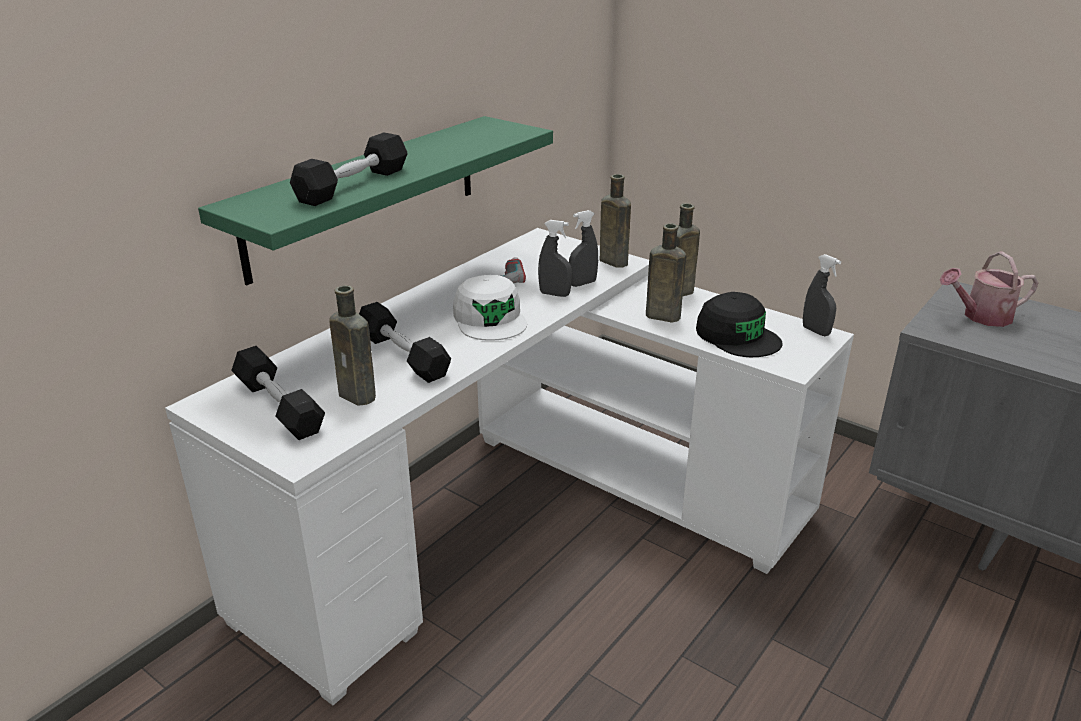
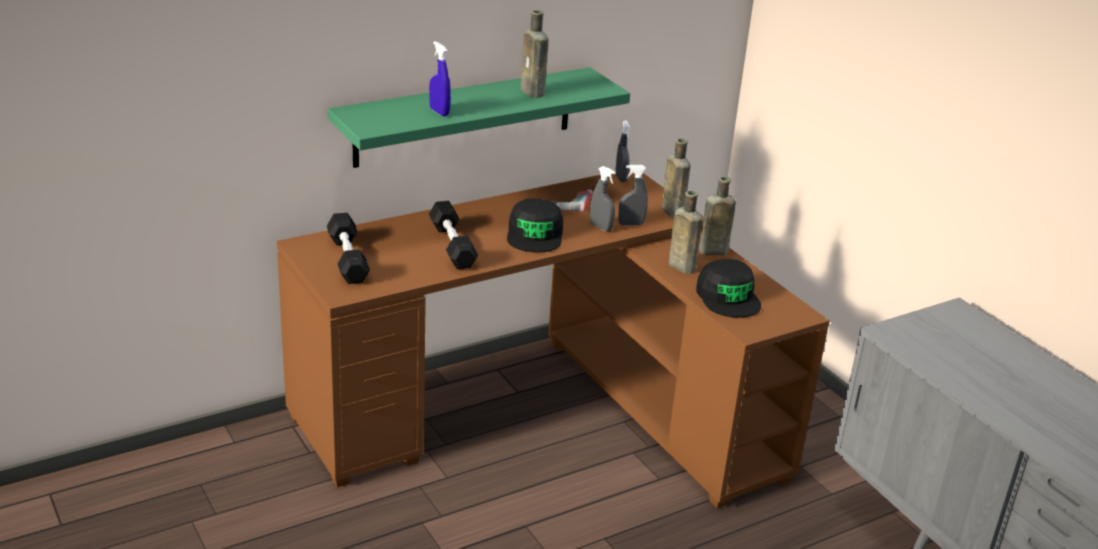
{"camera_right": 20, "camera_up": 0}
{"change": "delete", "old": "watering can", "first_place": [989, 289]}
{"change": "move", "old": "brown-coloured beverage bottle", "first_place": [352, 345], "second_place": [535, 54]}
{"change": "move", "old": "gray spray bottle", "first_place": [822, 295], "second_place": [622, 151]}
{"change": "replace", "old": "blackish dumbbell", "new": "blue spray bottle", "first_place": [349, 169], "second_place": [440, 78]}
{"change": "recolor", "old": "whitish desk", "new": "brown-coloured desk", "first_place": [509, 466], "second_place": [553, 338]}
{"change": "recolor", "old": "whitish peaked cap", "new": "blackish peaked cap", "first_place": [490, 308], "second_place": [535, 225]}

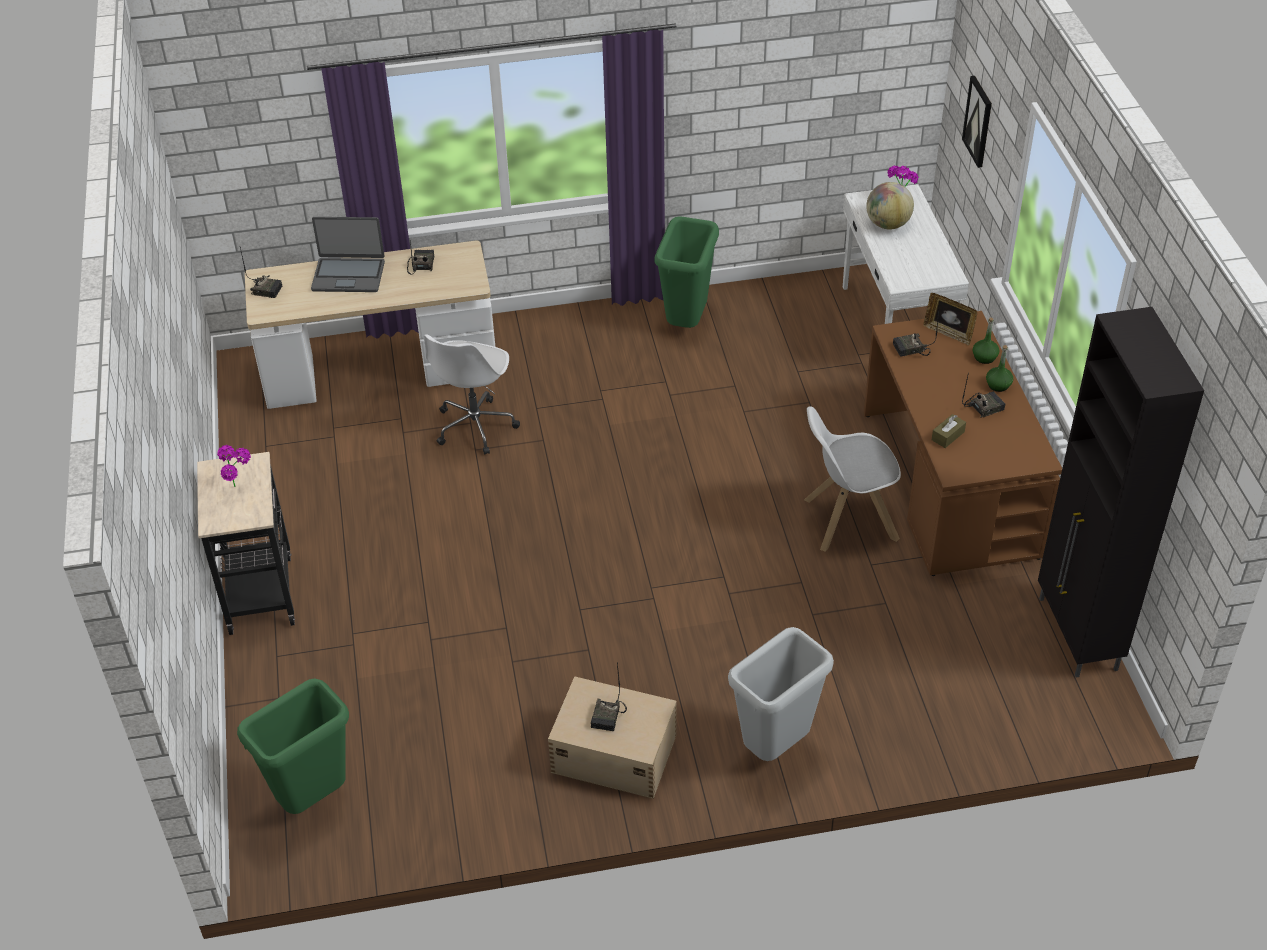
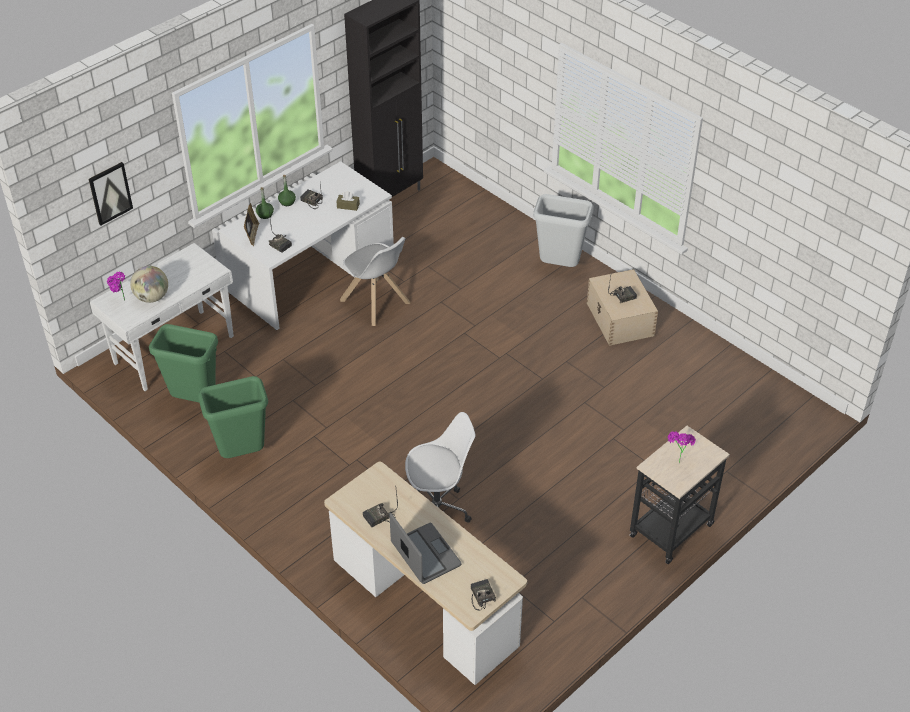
{"camera_right": -125, "camera_up": 0}
{"change": "move", "old": "green rubbish bin", "first_place": [293, 746], "second_place": [183, 363]}
{"change": "recolor", "old": "brown-coloured desk", "new": "whitish desk", "first_place": [963, 443], "second_place": [306, 245]}

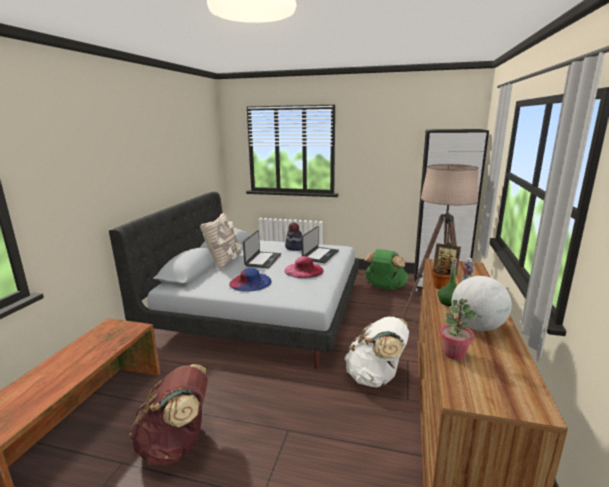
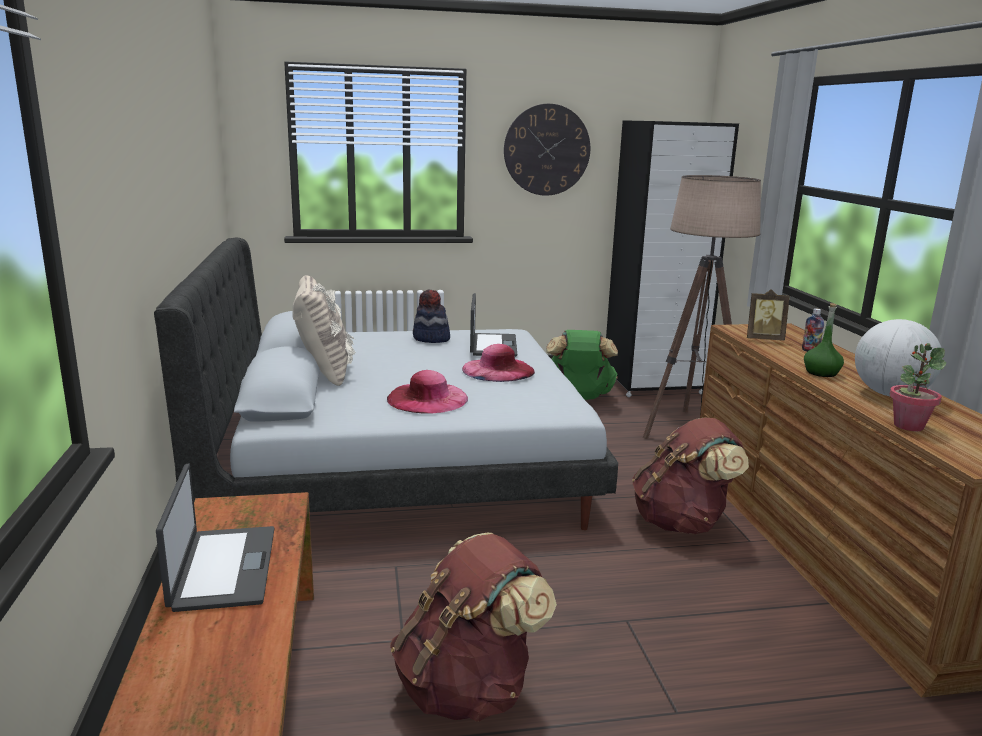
{"camera_right": -25, "camera_up": 0}
{"change": "delete", "old": "houseplant", "first_place": [444, 269]}
{"change": "insert", "new": "wall clock", "second_place": [547, 150]}
{"change": "move", "old": "portable computer", "first_place": [262, 249], "second_place": [215, 537]}
{"change": "recolor", "old": "blue clothing hat", "new": "pinkish clothing hat", "first_place": [250, 280], "second_place": [427, 392]}
{"change": "recolor", "old": "whitish backpack", "new": "brown-coloured backpack", "first_place": [376, 352], "second_place": [690, 475]}

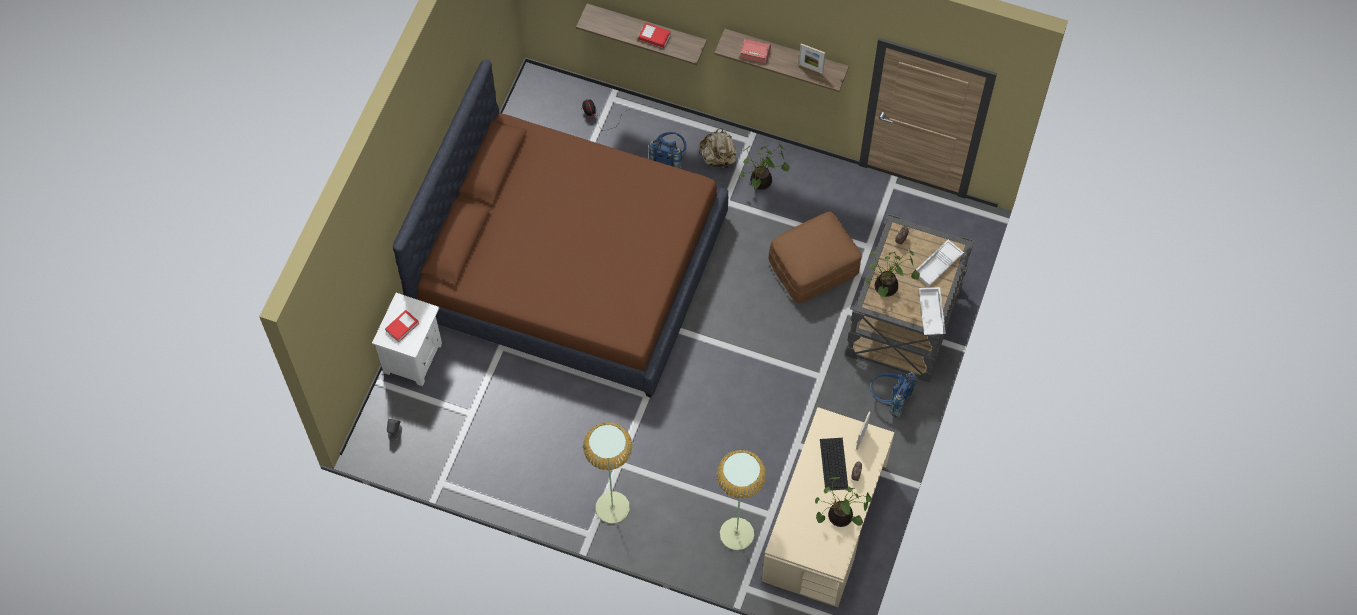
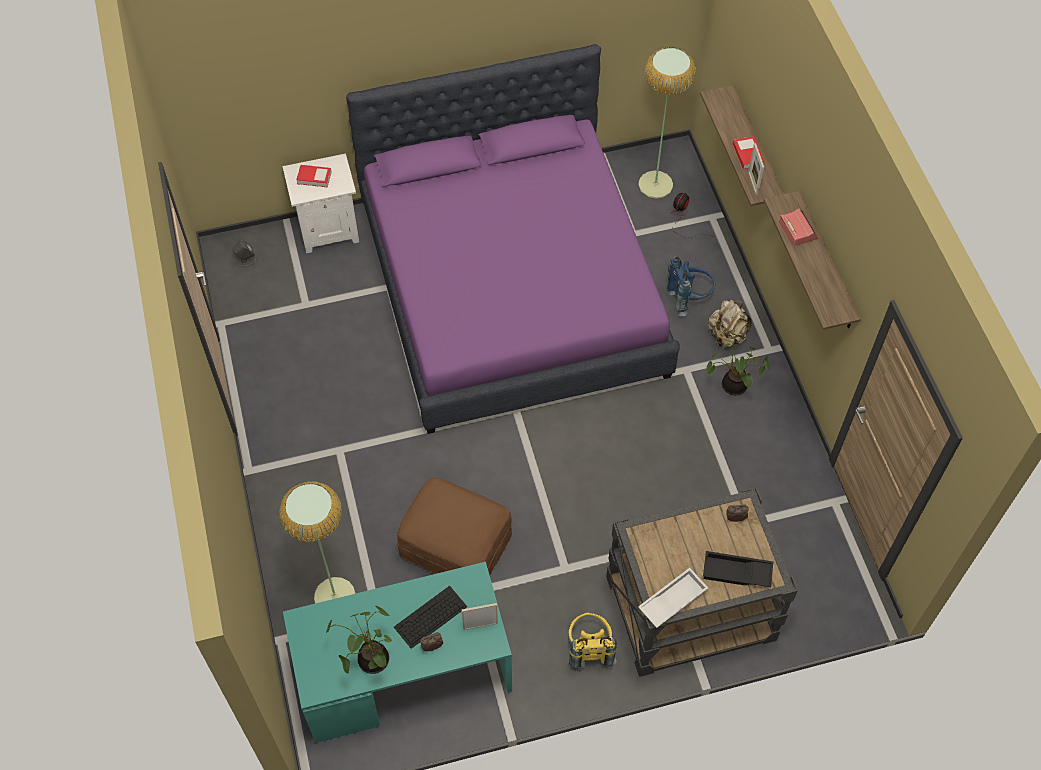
{"camera_right": 55, "camera_up": -5}
{"change": "delete", "old": "houseplant", "first_place": [892, 273]}
{"change": "move", "old": "standard lamp", "first_place": [607, 473], "second_place": [667, 123]}
{"change": "move", "old": "brown-coloured ottoman", "first_place": [815, 258], "second_place": [454, 526]}
{"change": "move", "old": "picture frame", "first_place": [812, 58], "second_place": [756, 169]}
{"change": "recolor", "old": "brown-coloured sleeping bed", "new": "purplish sleeping bed", "first_place": [560, 228], "second_place": [513, 239]}
{"change": "recolor", "old": "beige desk", "new": "blue-green desk", "first_place": [828, 507], "second_place": [397, 652]}
{"change": "recolor", "old": "blue backpack", "new": "yellowish backpack", "first_place": [893, 394], "second_place": [592, 642]}
{"change": "recolor", "old": "whitish tray", "new": "blackish tray", "first_place": [940, 263], "second_place": [738, 569]}

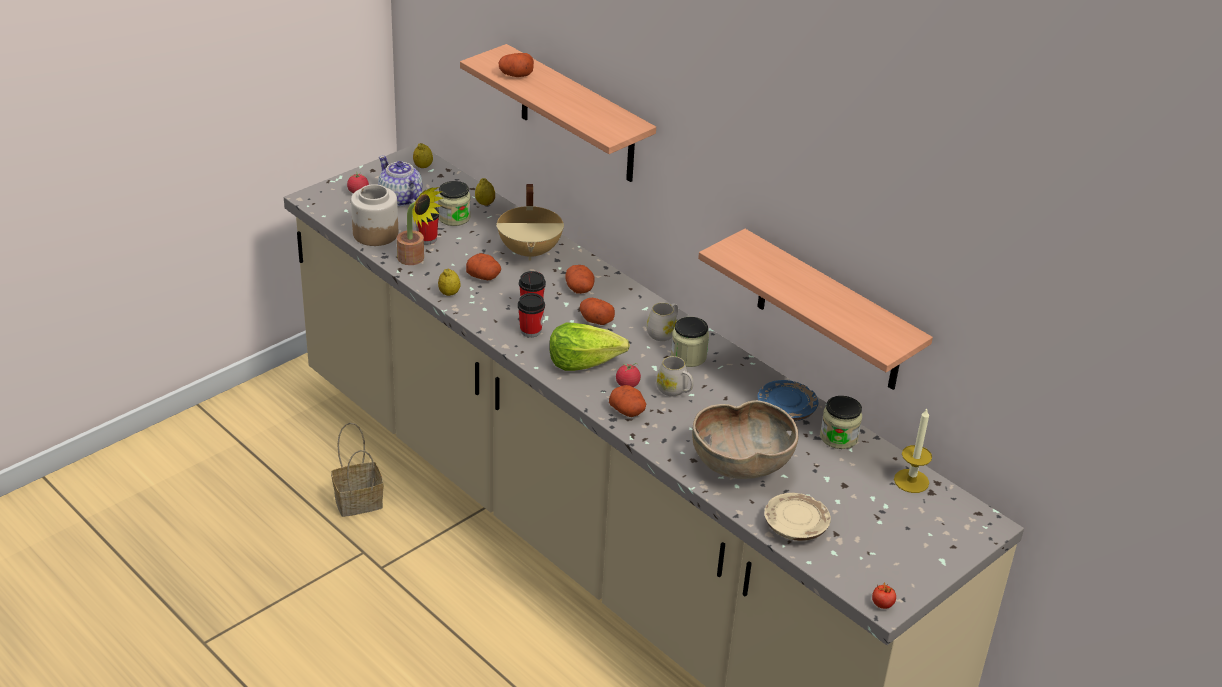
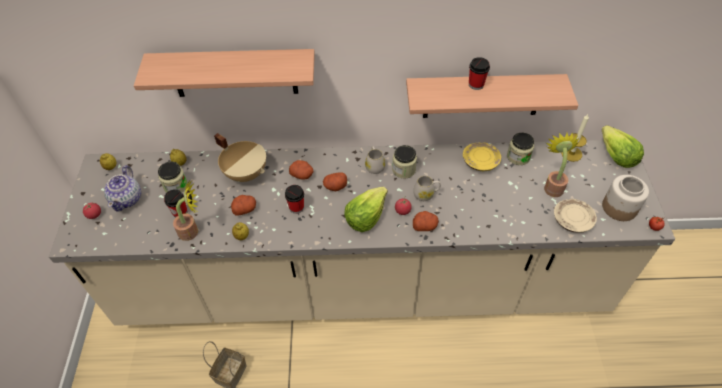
{"camera_right": -45, "camera_up": 15}
{"change": "delete", "old": "spud", "first_place": [516, 65]}
{"change": "delete", "old": "brown-coloured deep dish", "first_place": [745, 439]}
{"change": "insert", "new": "houseplant", "second_place": [562, 165]}
{"change": "insert", "new": "head of lettuce", "second_place": [623, 146]}
{"change": "move", "old": "jar", "first_place": [374, 215], "second_place": [625, 198]}
{"change": "move", "old": "small cup", "first_place": [531, 315], "second_place": [479, 73]}
{"change": "recolor", "old": "blue flat dish", "new": "yellowish flat dish", "first_place": [787, 400], "second_place": [482, 156]}
{"change": "rotate", "old": "teapot", "first_place": [400, 181], "second_place": [122, 189], "degrees": -90}

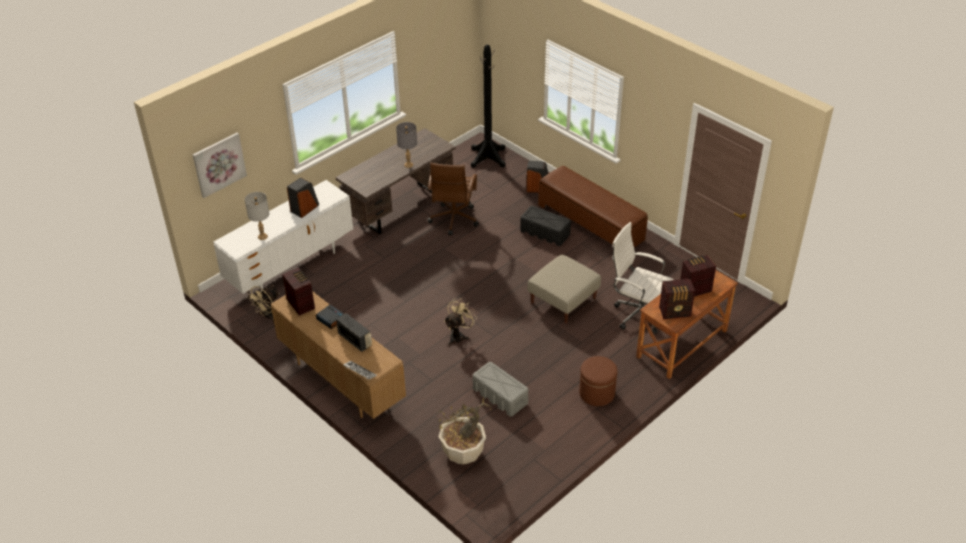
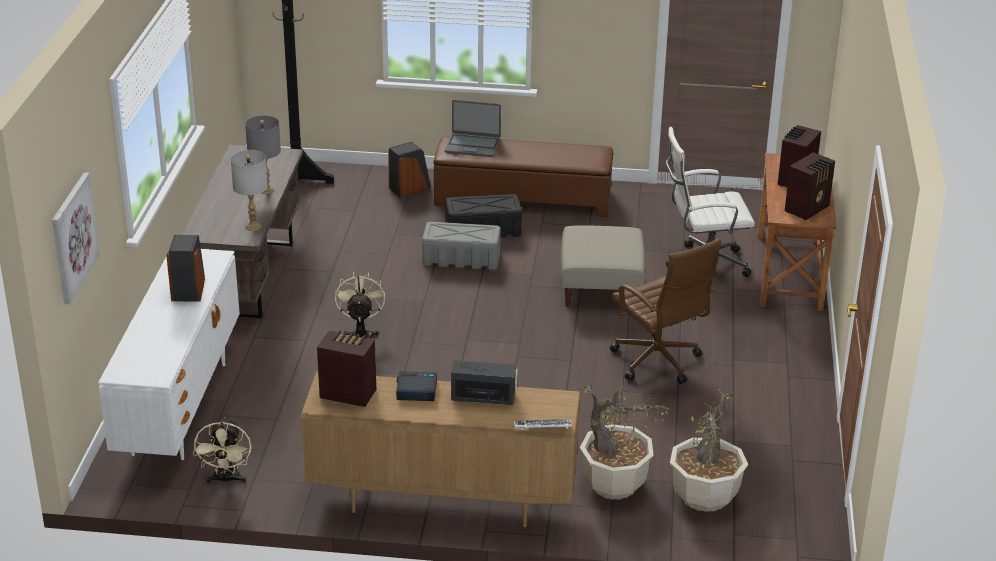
{"camera_right": -40, "camera_up": -10}
{"change": "delete", "old": "brown-coloured ottoman", "first_place": [598, 381]}
{"change": "insert", "new": "portable computer", "second_place": [473, 128]}
{"change": "insert", "new": "houseplant", "second_place": [625, 442]}
{"change": "move", "old": "gray table lamp", "first_place": [257, 216], "second_place": [249, 190]}
{"change": "move", "old": "brown-coloured desk chair", "first_place": [453, 199], "second_place": [665, 311]}
{"change": "move", "old": "beige fan", "first_place": [460, 322], "second_place": [360, 305]}
{"change": "move", "old": "gray storage box", "first_place": [500, 389], "second_place": [461, 246]}

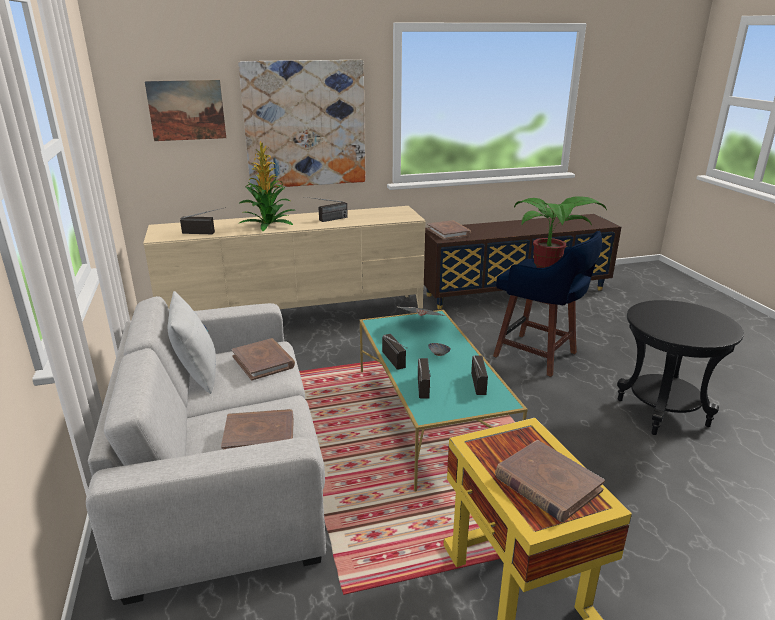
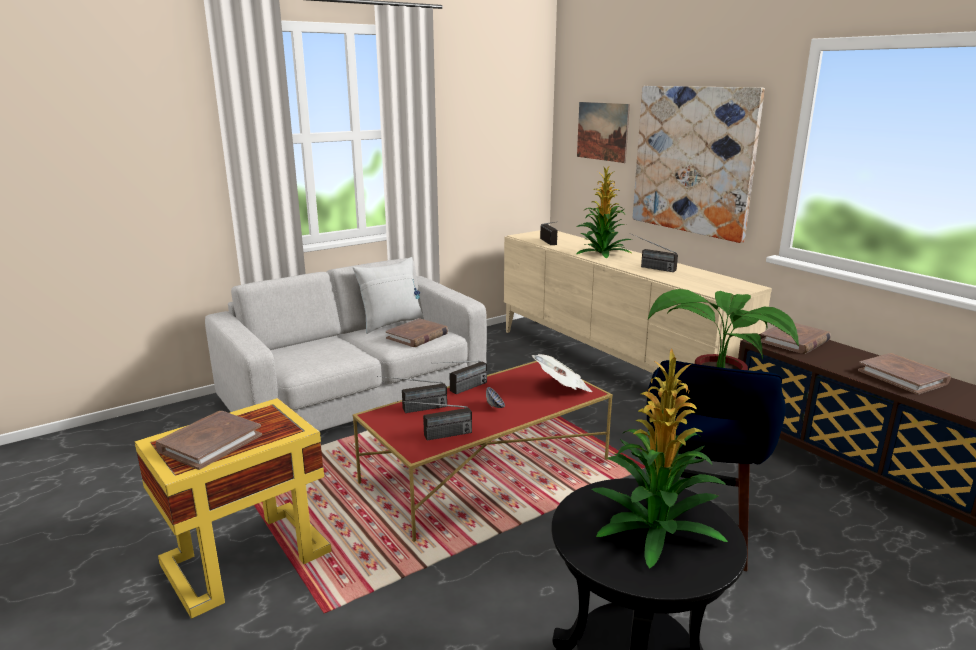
{"camera_right": 70, "camera_up": -5}
{"change": "insert", "new": "houseplant", "second_place": [660, 458]}
{"change": "move", "old": "brown-coloured book", "first_place": [257, 429], "second_place": [904, 374]}
{"change": "recolor", "old": "blue-green low table", "new": "reddish low table", "first_place": [444, 400], "second_place": [483, 451]}

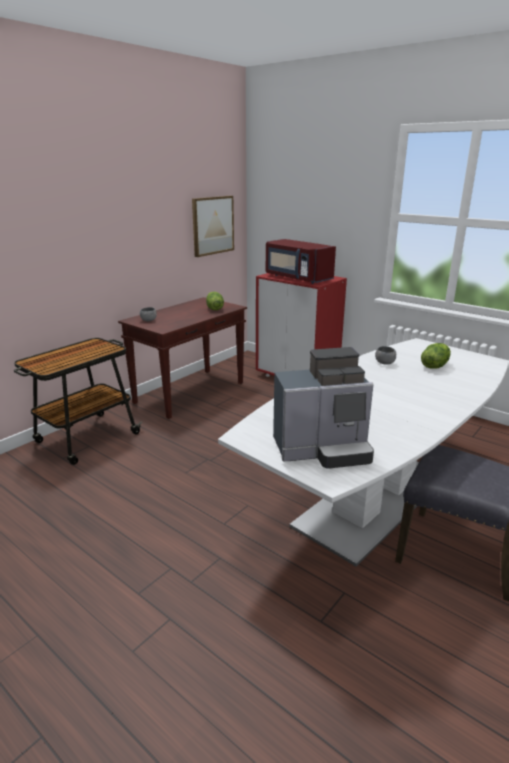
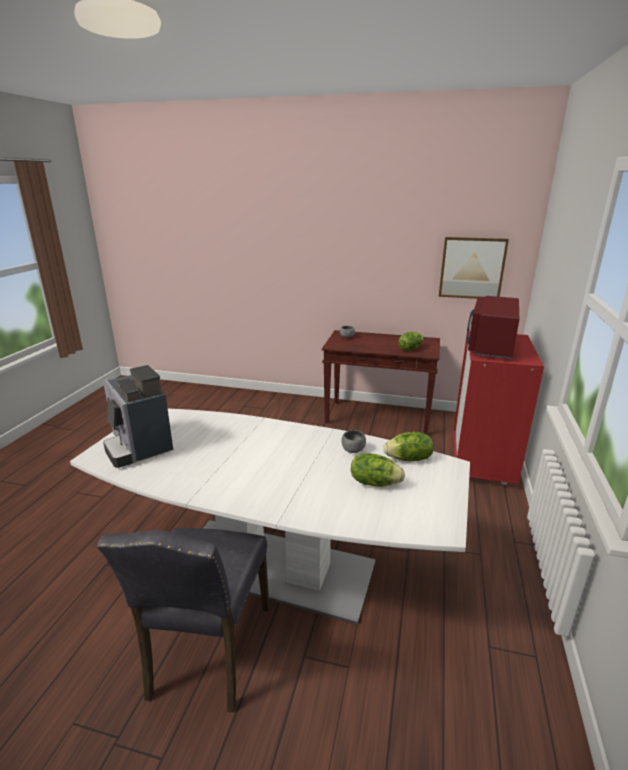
{"camera_right": 65, "camera_up": 0}
{"change": "delete", "old": "cart", "first_place": [78, 401]}
{"change": "insert", "new": "head of lettuce", "second_place": [408, 447]}

